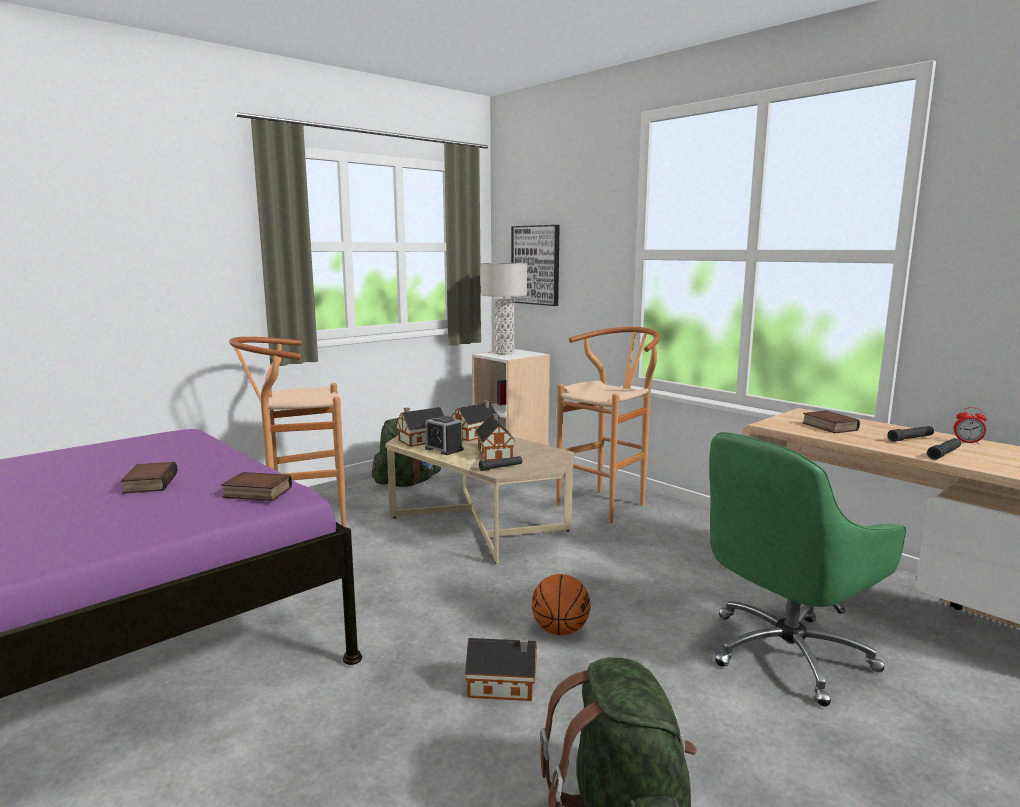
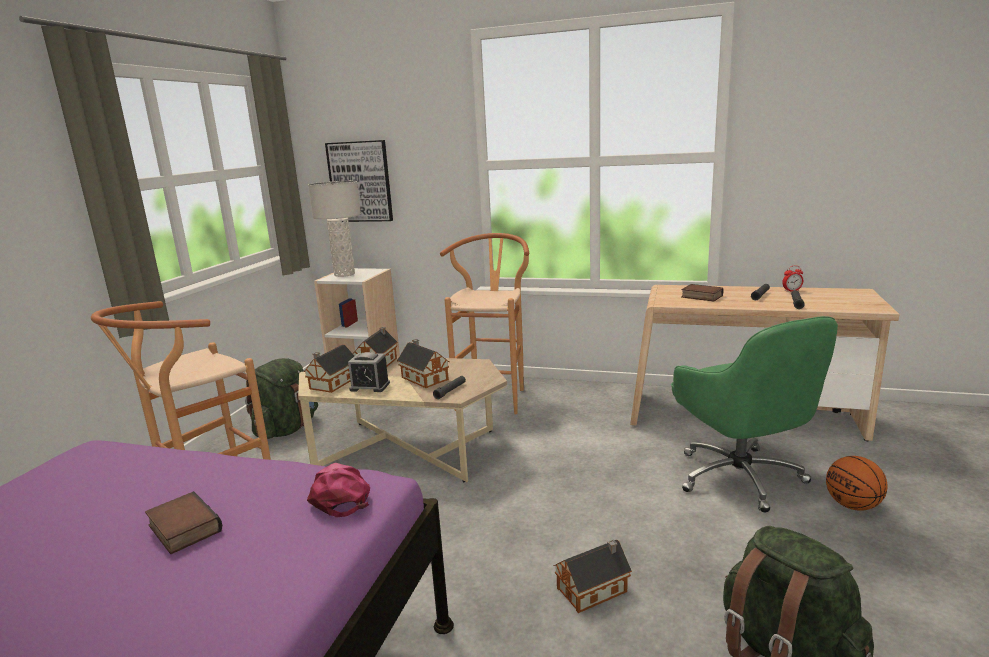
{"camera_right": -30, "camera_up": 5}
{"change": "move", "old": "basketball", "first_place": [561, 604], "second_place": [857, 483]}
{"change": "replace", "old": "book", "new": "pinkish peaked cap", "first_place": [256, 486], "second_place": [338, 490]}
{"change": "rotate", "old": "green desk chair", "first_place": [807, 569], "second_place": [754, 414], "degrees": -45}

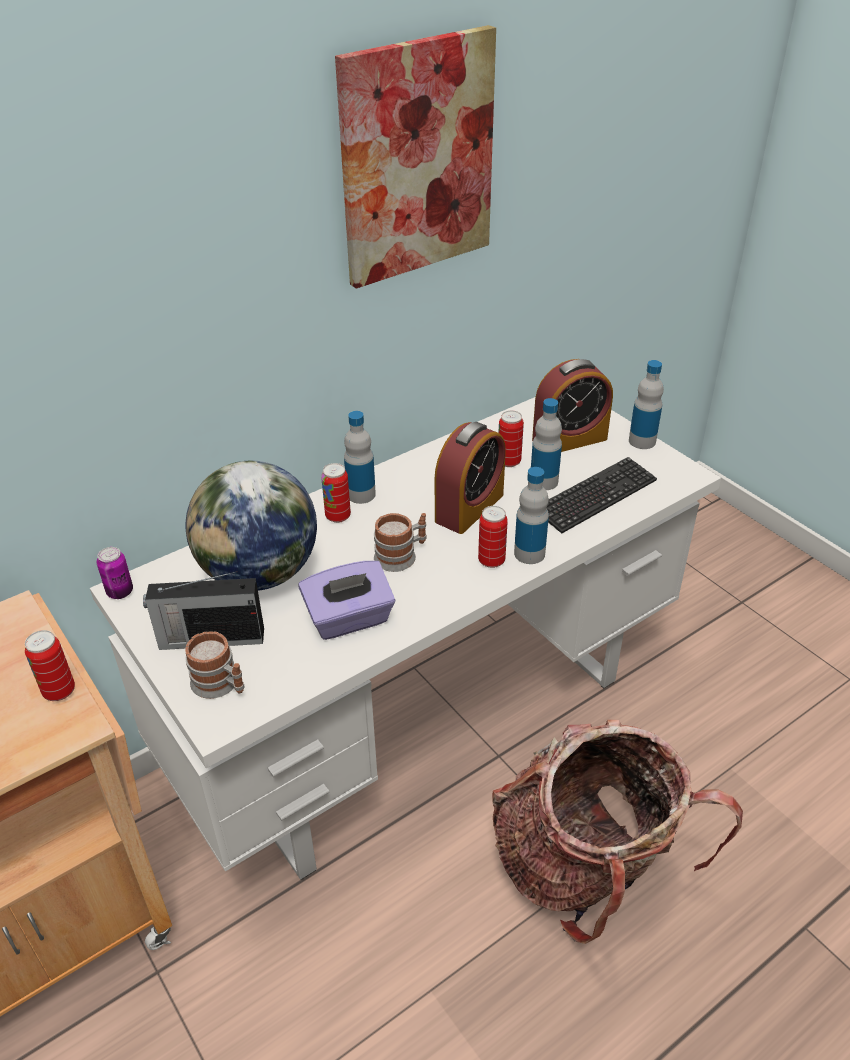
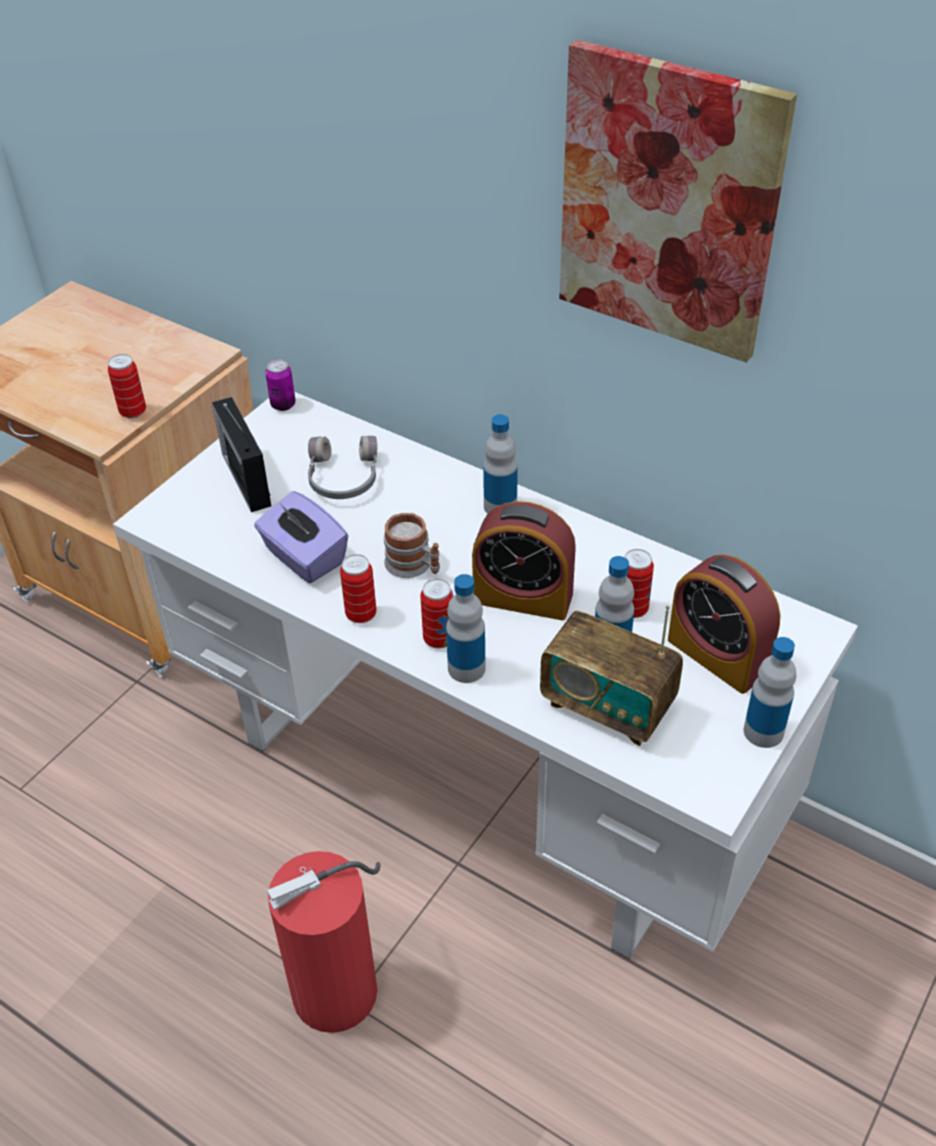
{"camera_right": 70, "camera_up": 5}
{"change": "delete", "old": "coffee mug", "first_place": [215, 665]}
{"change": "move", "old": "sealed can", "first_place": [336, 493], "second_place": [358, 588]}
{"change": "replace", "old": "world globe", "new": "gray headphones", "first_place": [251, 526], "second_place": [342, 467]}
{"change": "replace", "old": "backpack", "new": "extinguisher", "first_place": [617, 832], "second_place": [324, 942]}
{"change": "replace", "old": "PC keyboard", "new": "radio set", "first_place": [602, 495], "second_place": [611, 675]}

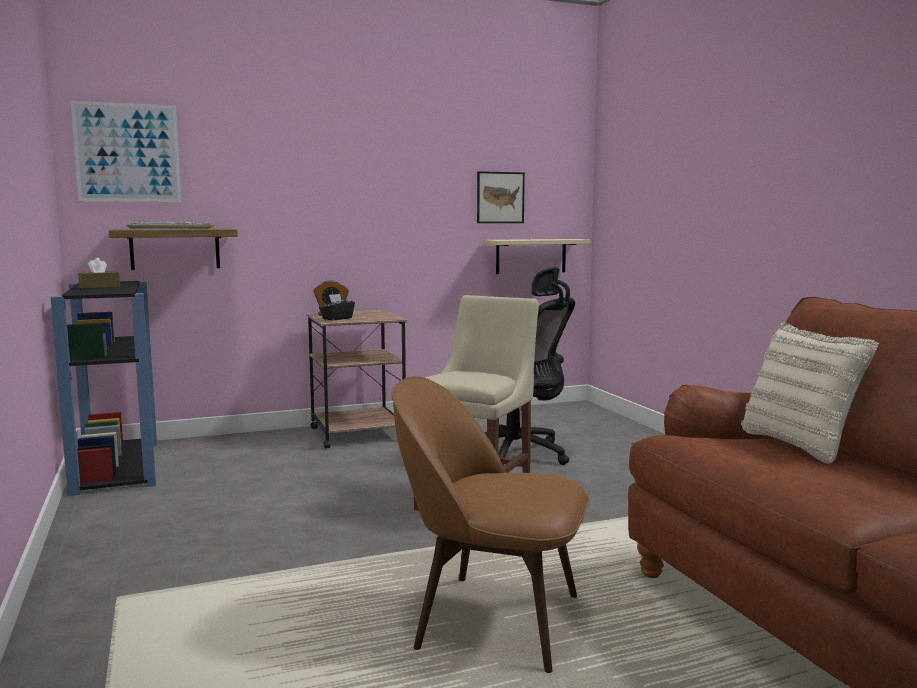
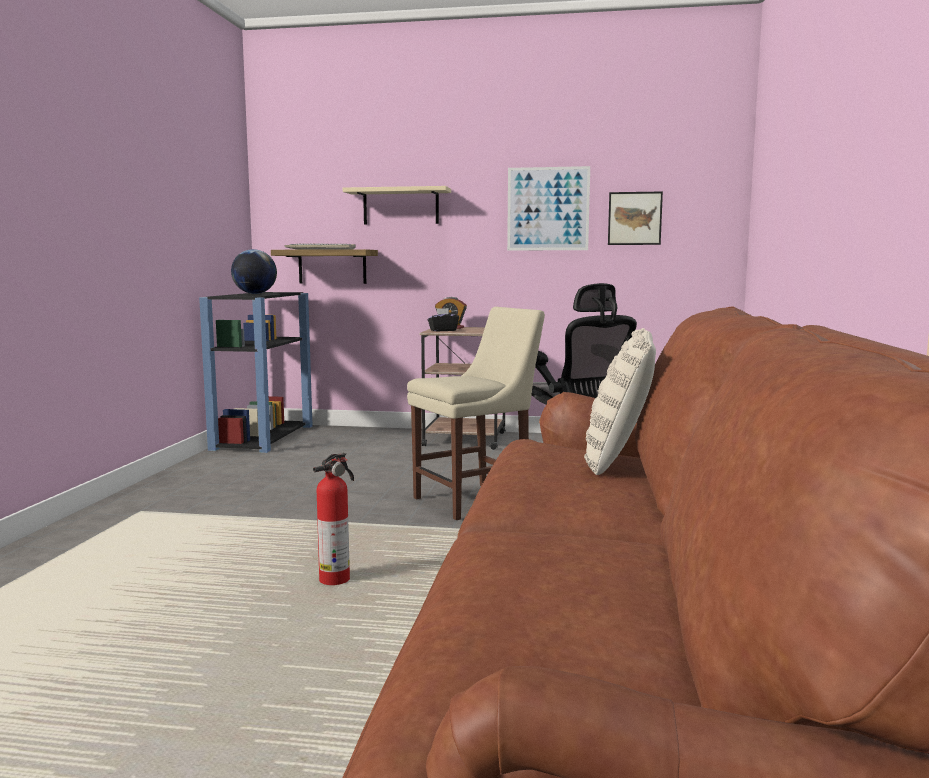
{"camera_right": 30, "camera_up": 0}
{"change": "move", "old": "wall picture", "first_place": [126, 151], "second_place": [548, 208]}
{"change": "move", "old": "beige wall shelf", "first_place": [537, 256], "second_place": [397, 205]}
{"change": "replace", "old": "brown-coloured tissue box", "new": "world globe", "first_place": [99, 273], "second_place": [254, 271]}
{"change": "replace", "old": "brown-coloured plain chair", "new": "extinguisher", "first_place": [490, 524], "second_place": [333, 519]}

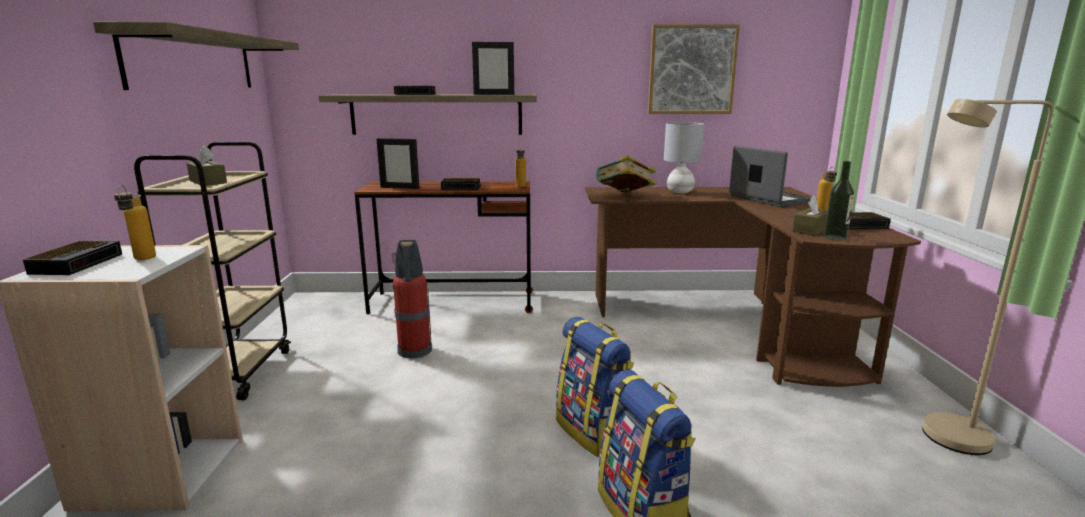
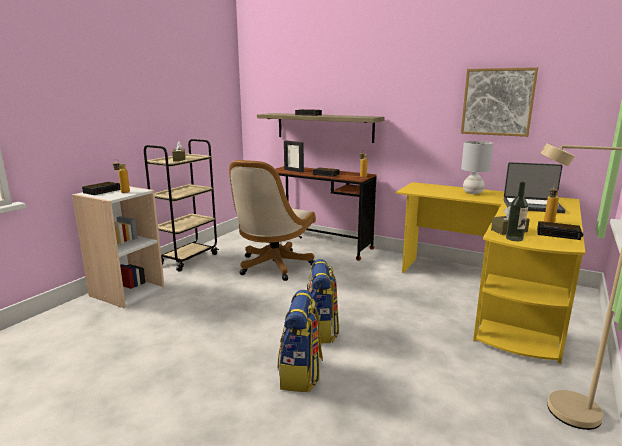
{"camera_right": 30, "camera_up": 0}
{"change": "delete", "old": "wall shelf", "first_place": [196, 56]}
{"change": "delete", "old": "picture frame", "first_place": [493, 68]}
{"change": "delete", "old": "book", "first_place": [626, 174]}
{"change": "replace", "old": "extinguisher", "new": "desk chair", "first_place": [411, 299], "second_place": [272, 220]}
{"change": "recolor", "old": "brown-coloured desk", "new": "yellowish desk", "first_place": [753, 287], "second_place": [490, 273]}
{"change": "rotate", "old": "portable computer", "first_place": [770, 176], "second_place": [535, 187], "degrees": 105}

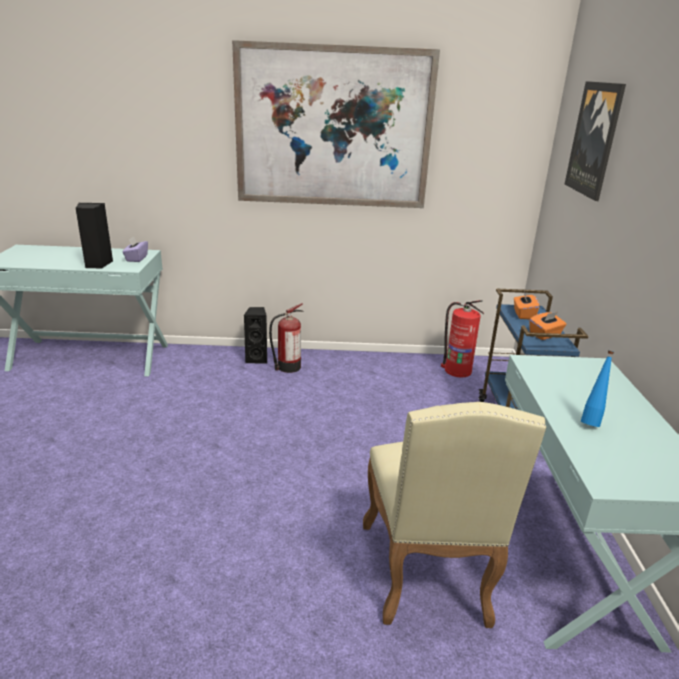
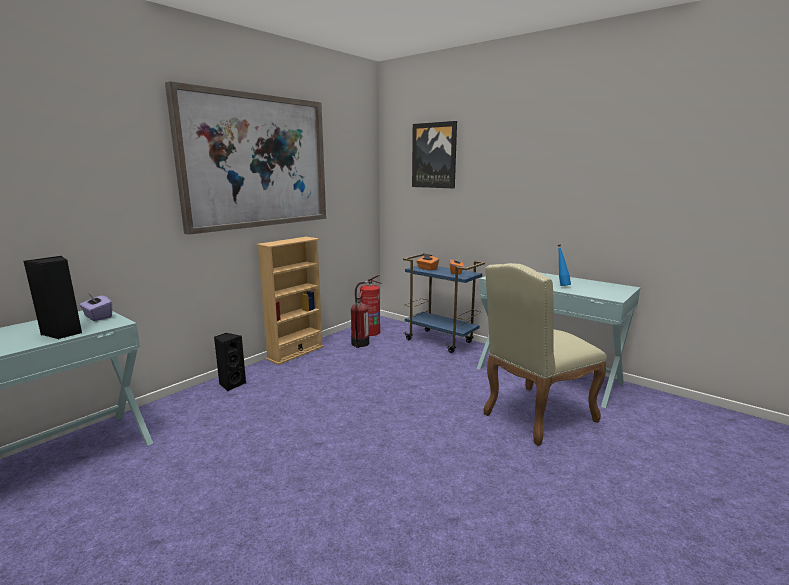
{"camera_right": -50, "camera_up": -10}
{"change": "insert", "new": "beige shelving unit", "second_place": [290, 301]}
{"change": "move", "old": "extinguisher", "first_place": [286, 338], "second_place": [360, 319]}
{"change": "rotate", "old": "beige plain chair", "first_place": [455, 515], "second_place": [545, 354], "degrees": 105}

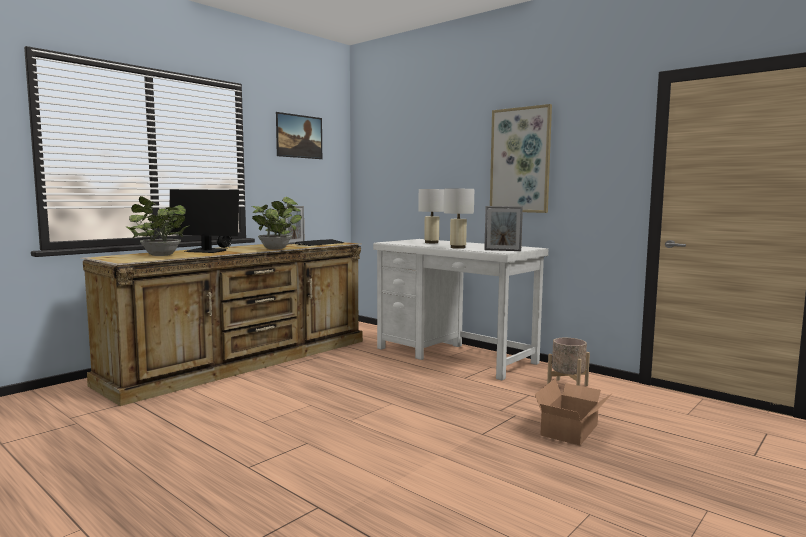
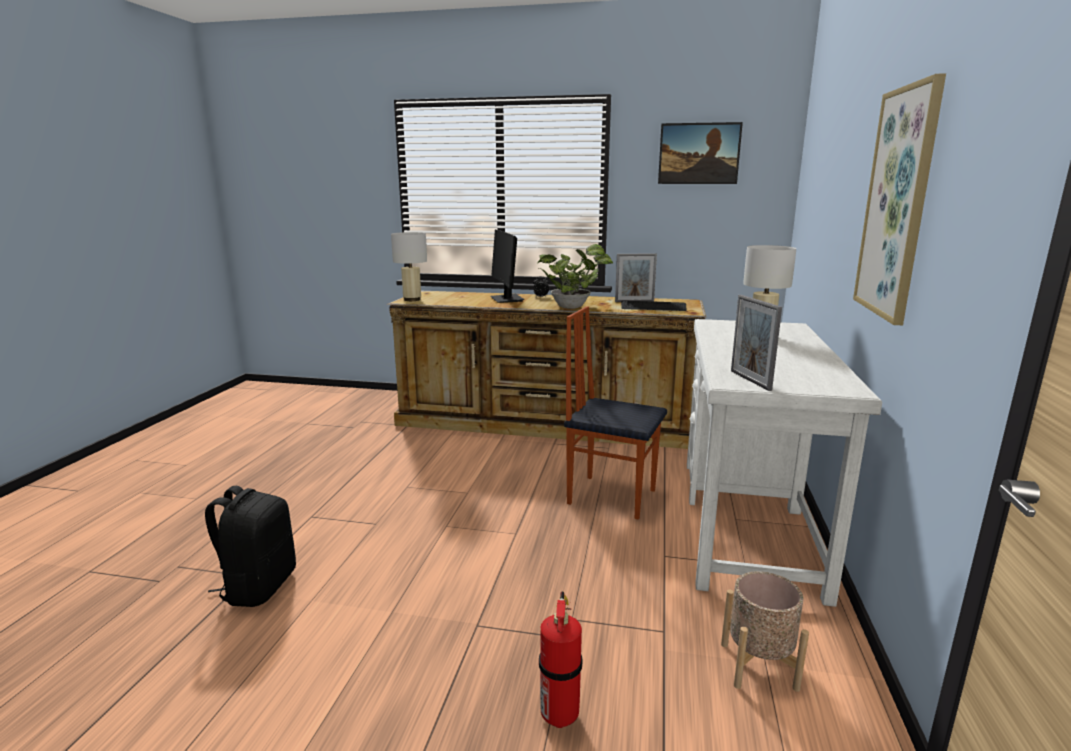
{"camera_right": 60, "camera_up": 10}
{"change": "delete", "old": "houseplant", "first_place": [157, 226]}
{"change": "insert", "new": "blackish backpack", "second_place": [250, 546]}
{"change": "insert", "new": "plain chair", "second_place": [615, 413]}
{"change": "move", "old": "whitish table lamp", "first_place": [459, 219], "second_place": [409, 266]}
{"change": "replace", "old": "carton", "new": "extinguisher", "first_place": [574, 412], "second_place": [560, 659]}

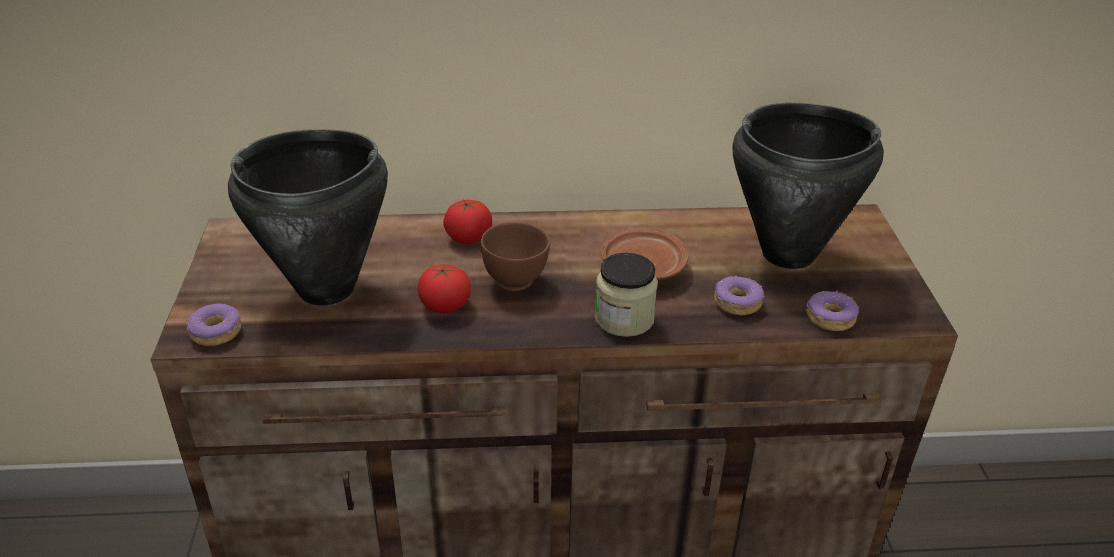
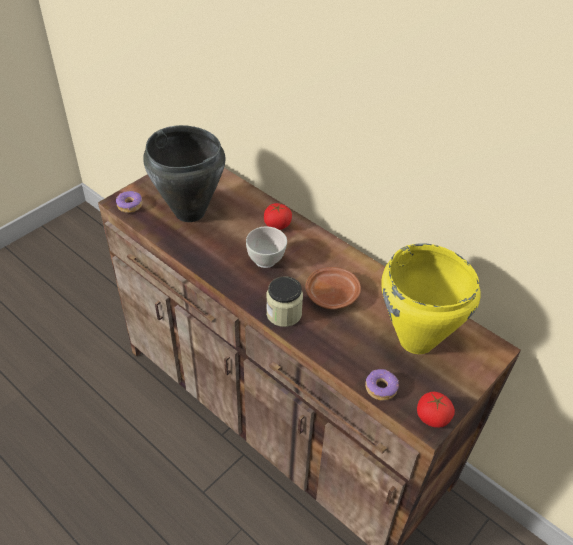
{"camera_right": 45, "camera_up": 10}
{"change": "delete", "old": "doughnut", "first_place": [739, 296]}
{"change": "move", "old": "whole tomato", "first_place": [444, 289], "second_place": [436, 410]}
{"change": "recolor", "old": "brown-coloured deep dish", "new": "whitish deep dish", "first_place": [515, 256], "second_place": [266, 247]}
{"change": "recolor", "old": "blackish stockpot", "new": "yellowish stockpot", "first_place": [808, 186], "second_place": [431, 298]}

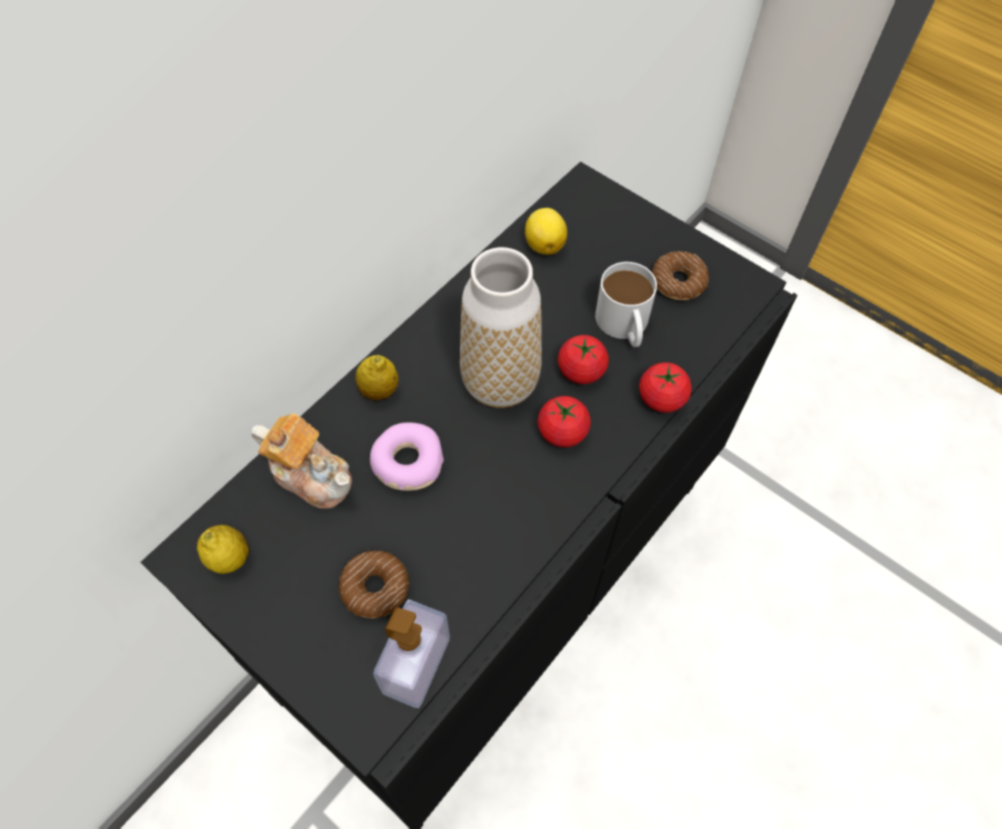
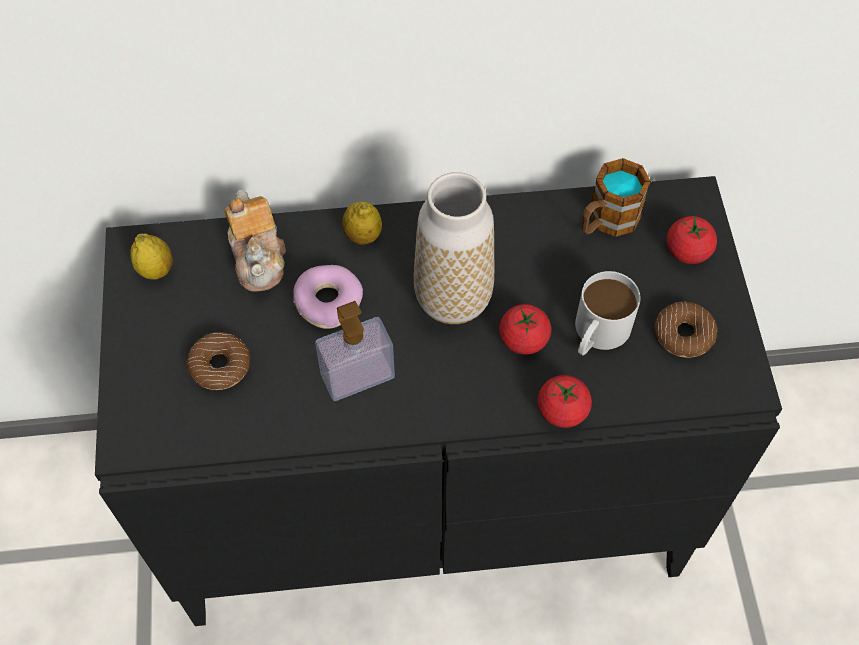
{"camera_right": 45, "camera_up": 0}
{"change": "move", "old": "soap bottle", "first_place": [411, 654], "second_place": [355, 351]}
{"change": "move", "old": "whole tomato", "first_place": [564, 421], "second_place": [692, 240]}
{"change": "replace", "old": "whole lemon", "new": "coffee mug", "first_place": [546, 231], "second_place": [616, 197]}

